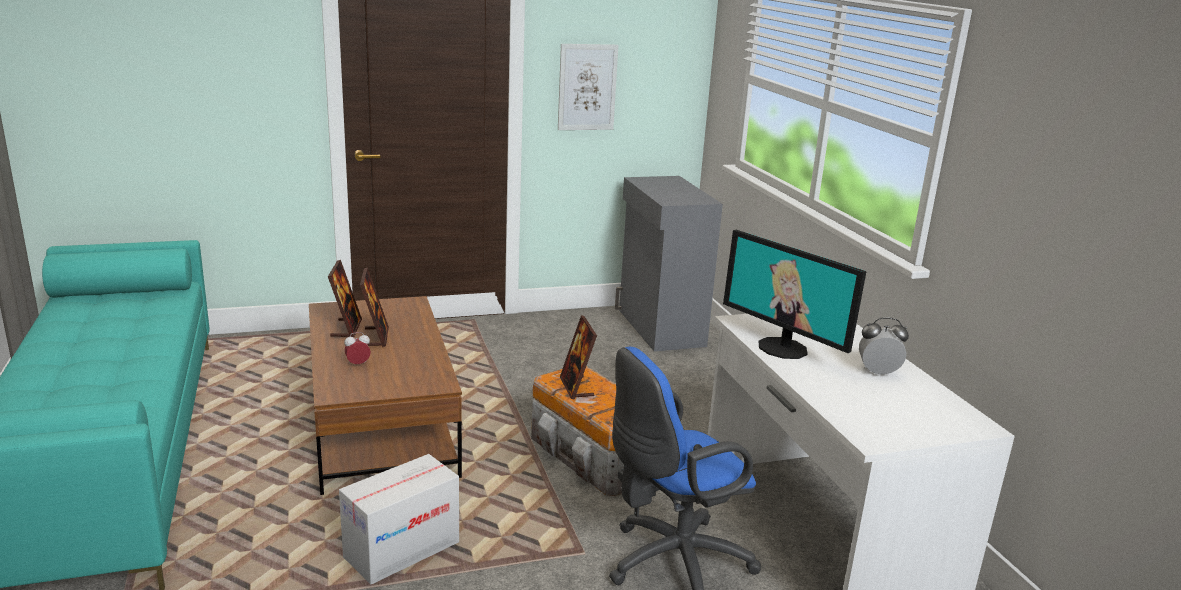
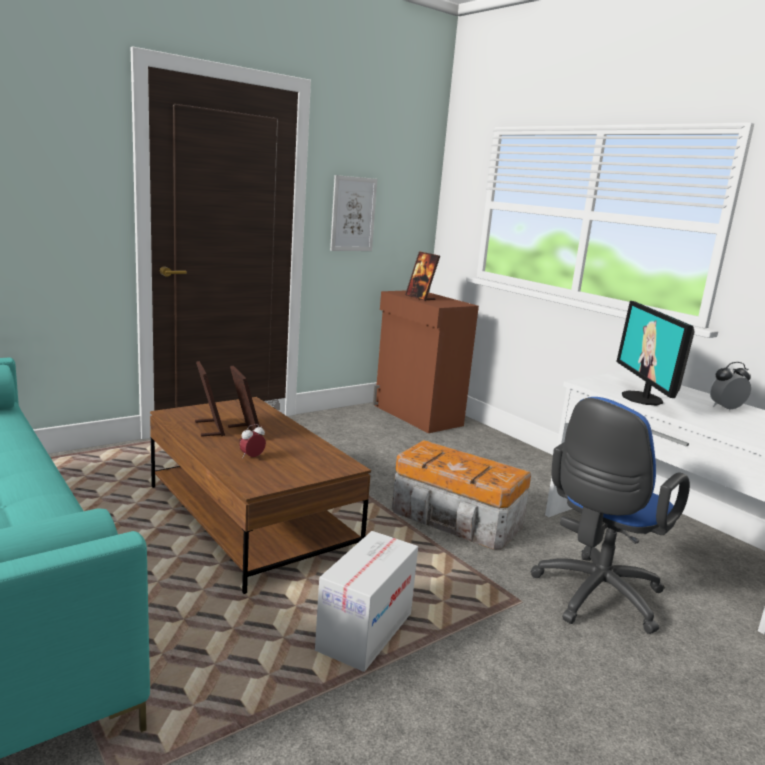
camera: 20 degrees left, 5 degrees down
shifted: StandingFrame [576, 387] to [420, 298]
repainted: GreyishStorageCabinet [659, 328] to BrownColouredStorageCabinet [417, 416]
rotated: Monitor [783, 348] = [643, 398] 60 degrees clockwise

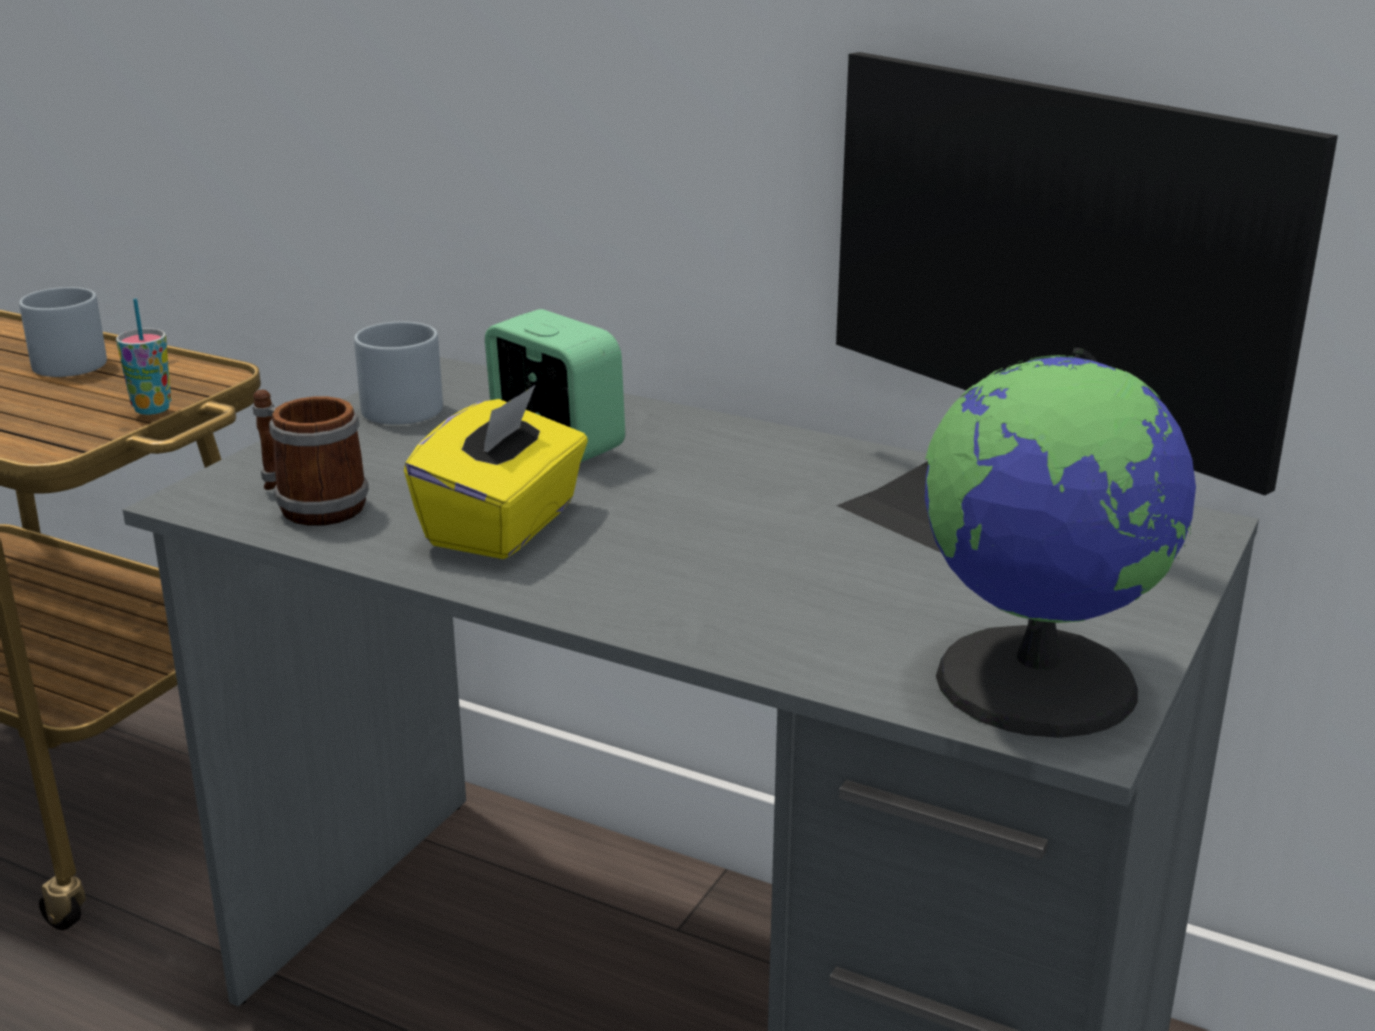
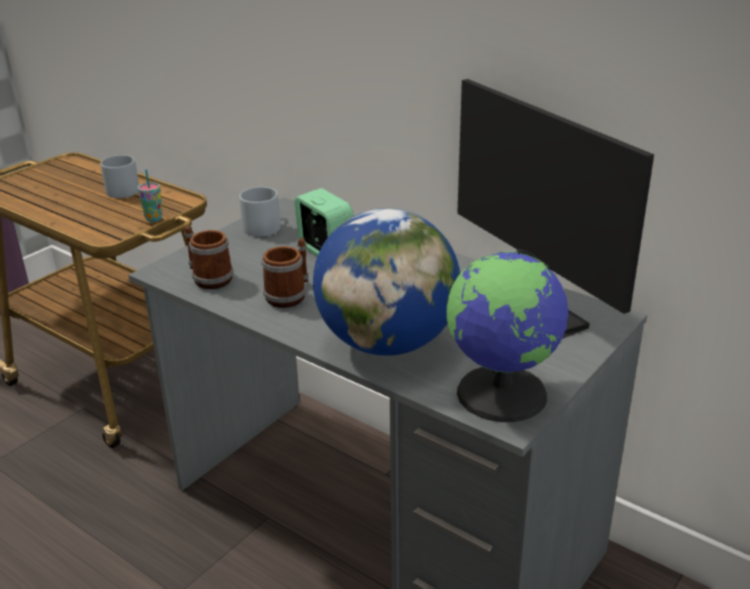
camera: 10 degrees right, 5 degrees up
new: Globe [387, 342]
swapped: YellowColouredTissueBox [504, 525] to TeaMug [290, 294]

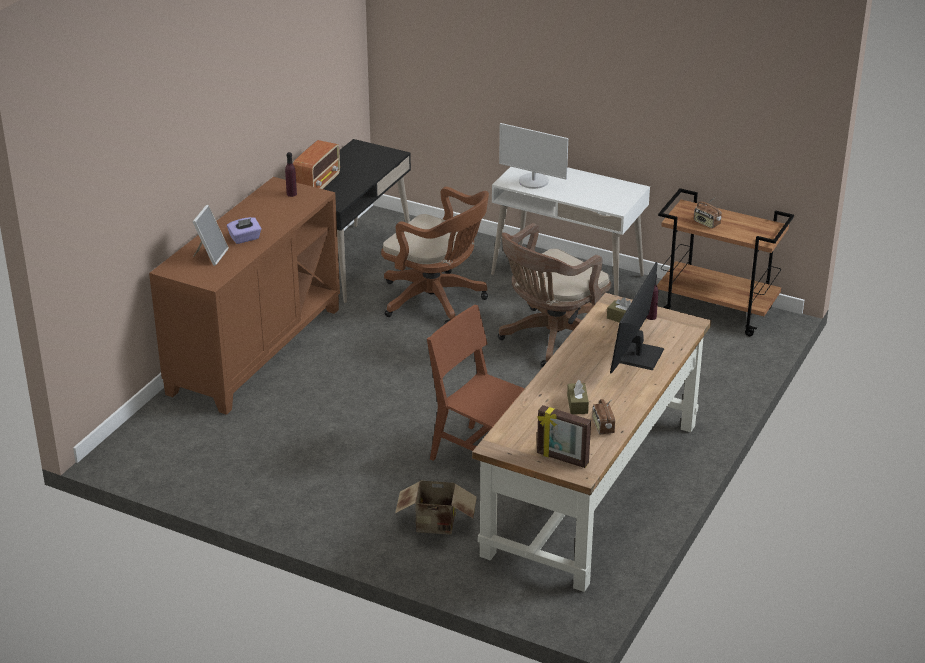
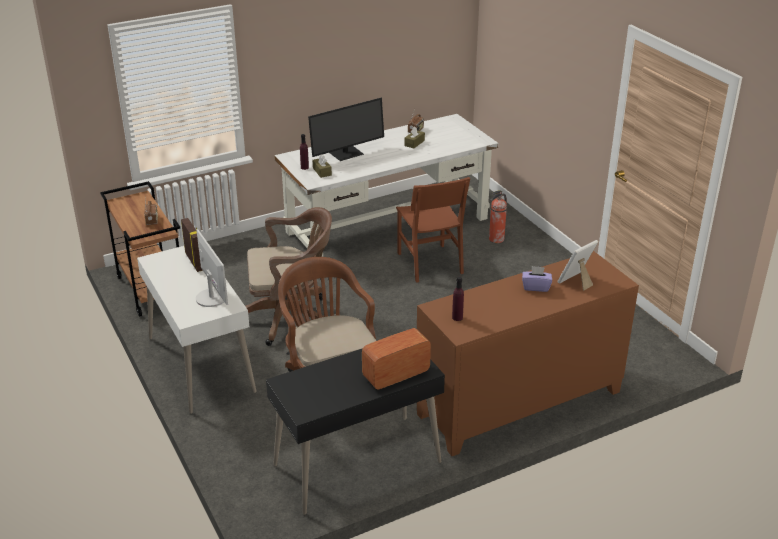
camera: 145 degrees left, 0 degrees up
shifted: StandingFrame [562, 459] to [195, 261]
swapped: Carton [436, 526] to FireFightingCylinder [496, 239]
repainted: BrownColouredDesk [593, 489] to WhiteColouredDesk [388, 225]

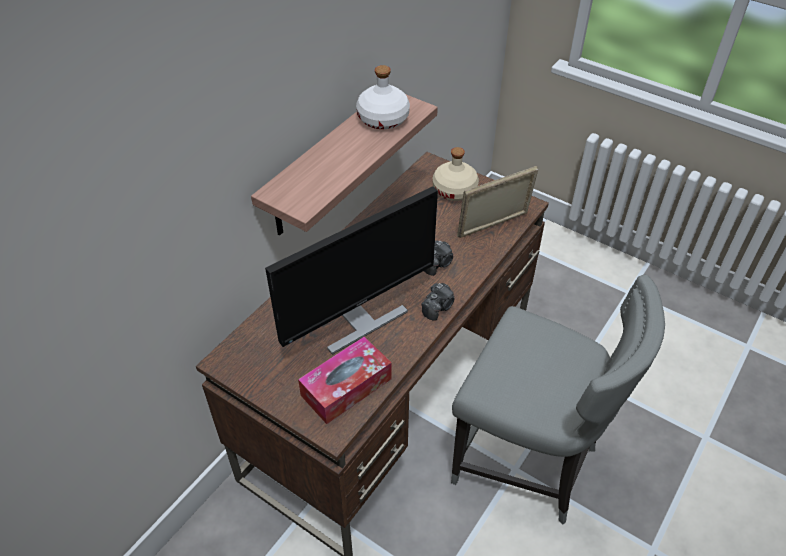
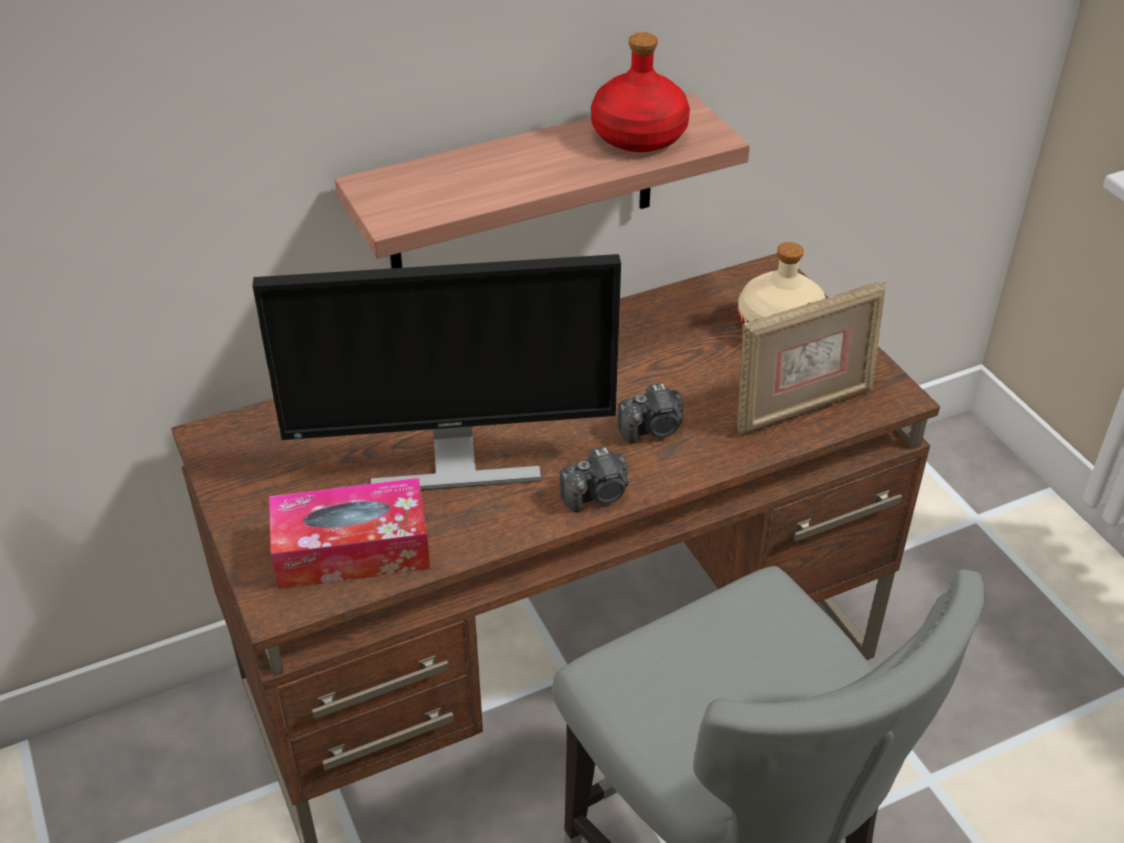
camera: 30 degrees right, 5 degrees down
repainted: WhiteColouredDrinkBottle [383, 119] to RedColouredDrinkBottle [638, 136]
rotated: StandingFrame [494, 226] = [802, 407] 150 degrees clockwise

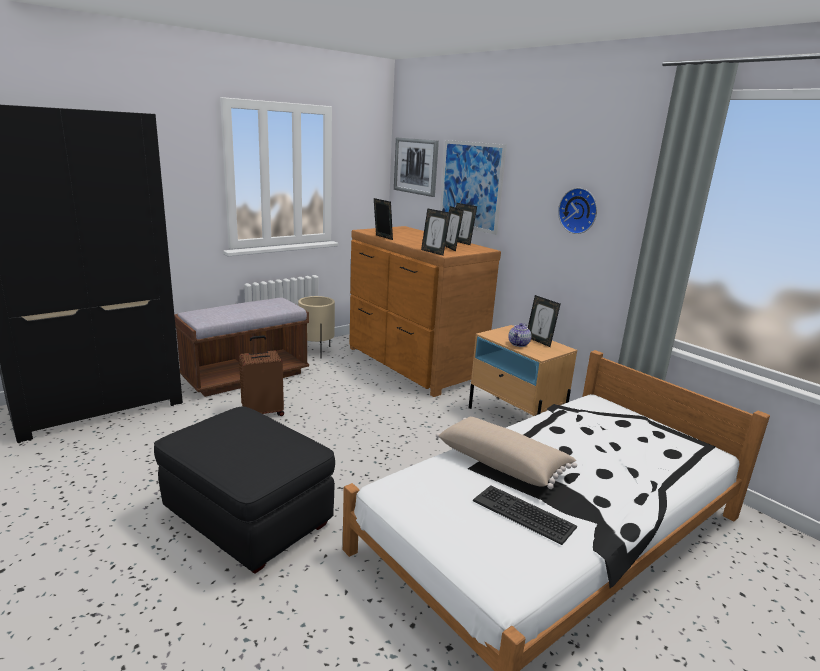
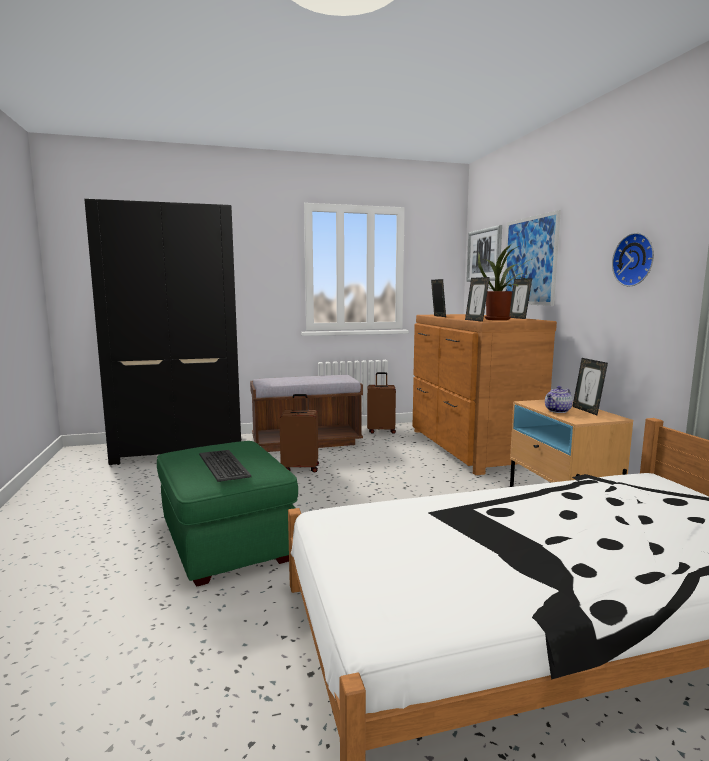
camera: 25 degrees right, 10 degrees down
gone: SandColouredThrowPillow [502, 463]
shifted: Keyboard [523, 514] to [224, 465]
swapped: SandColouredPlantPot [316, 351] to BrownColouredSuitcase [381, 431]; StandingFrame [451, 248] to PlantInAPot [500, 319]
repainted: BlackOttoman [248, 518] to GreenishOttoman [226, 542]

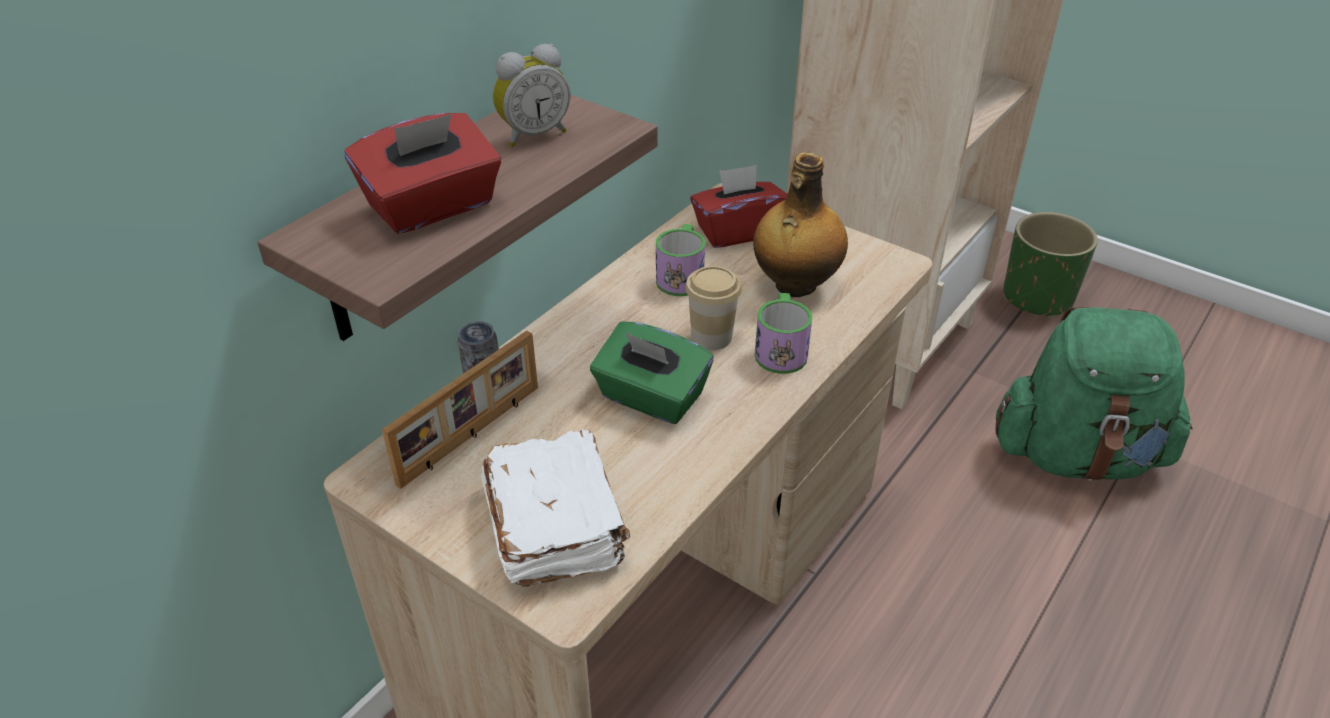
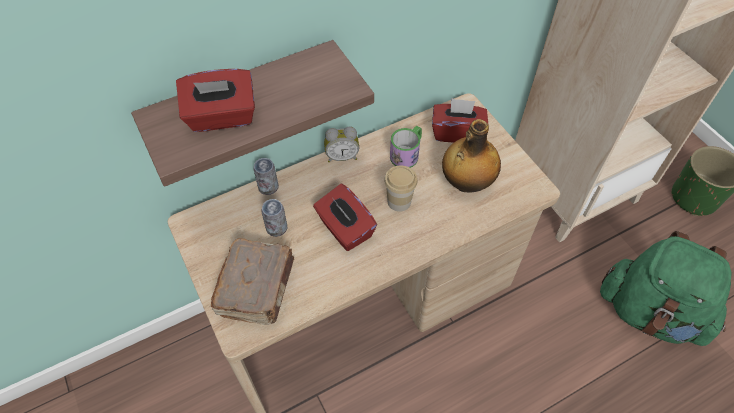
camera: 25 degrees right, 15 degrees up
gone: StandingFrame [472, 435]; TeaMug [781, 349]
new: Can [276, 228]
shifted: AlarmClock [533, 135] to [342, 156]
repainted: WhiteColouredBoundBook [556, 525] to BrownColouredBoundBook [257, 287]; GreenishTissueBox [651, 398] to RedColouredTissueBox [345, 229]

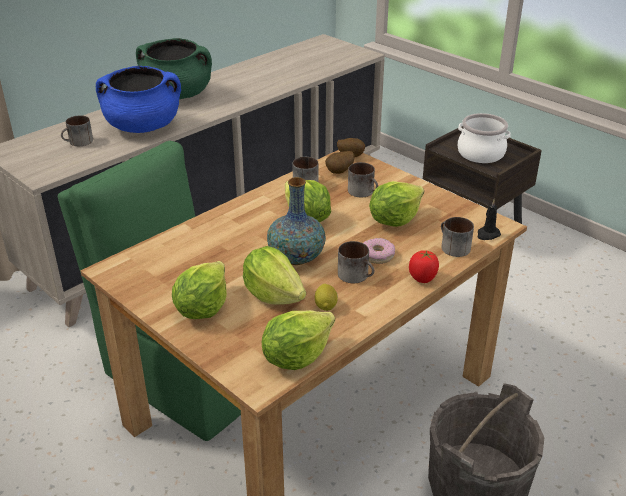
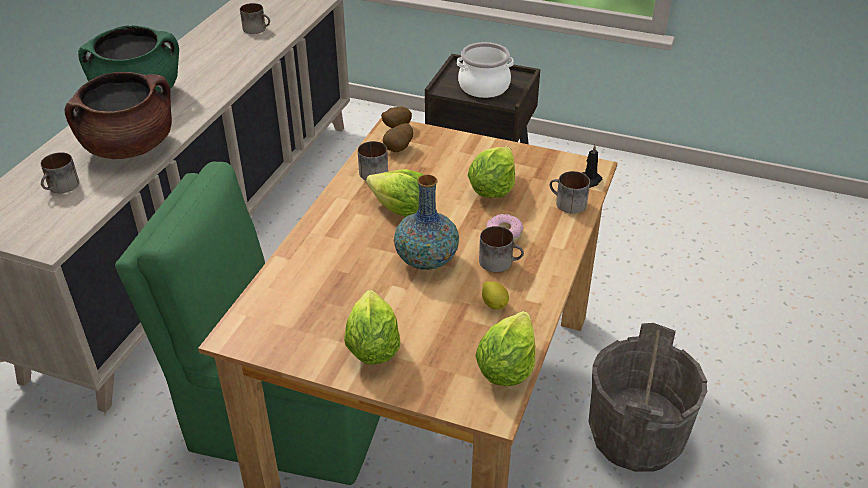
camera: 25 degrees left, 5 degrees up
gone: Lettuce [273, 295]; FreshTomato [422, 278]
shifted: TeaMug [364, 192] to [257, 29]
repainted: BlueCookingPot [143, 127] to BrownColouredCookingPot [130, 147]

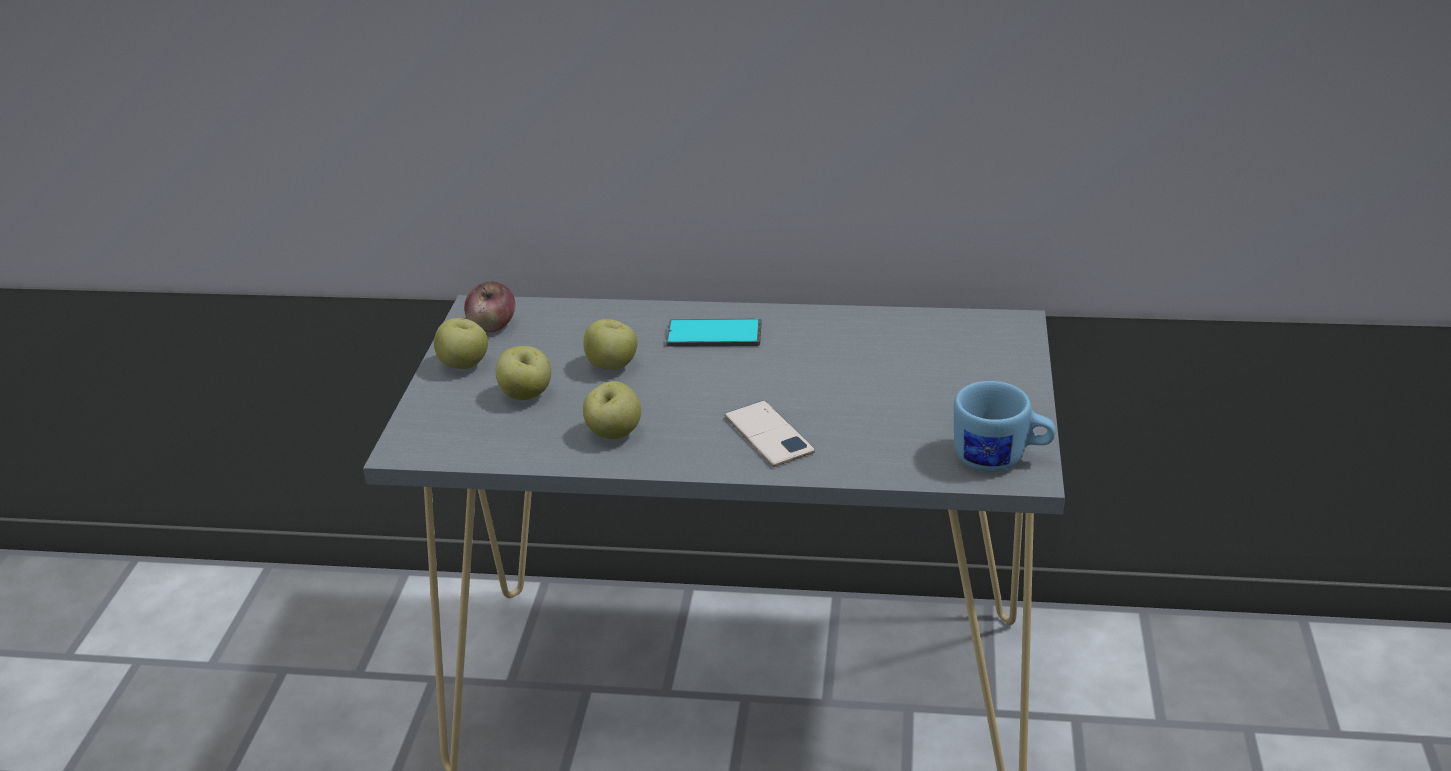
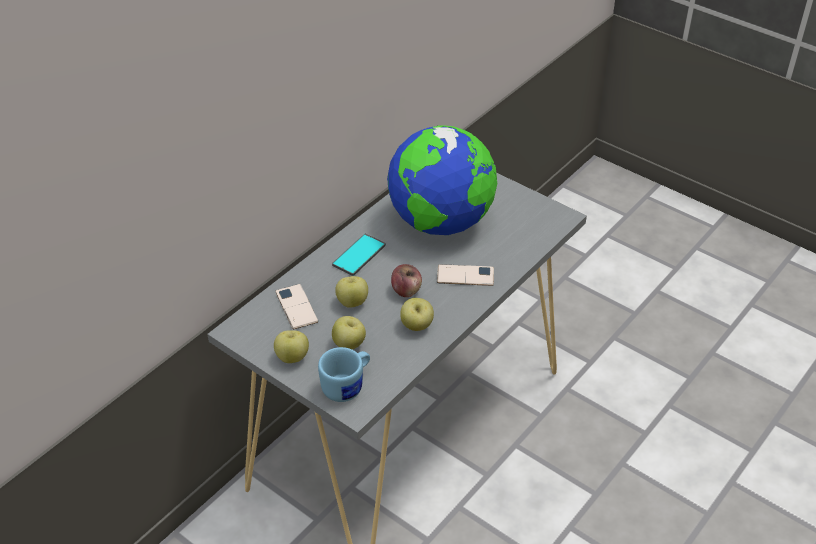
camera: 60 degrees left, 10 degrees up
new: Handset [296, 307]; Globe [441, 222]
shifted: WholeApple [492, 326] to [406, 290]; BlueTeaMug [1001, 459] to [348, 386]

